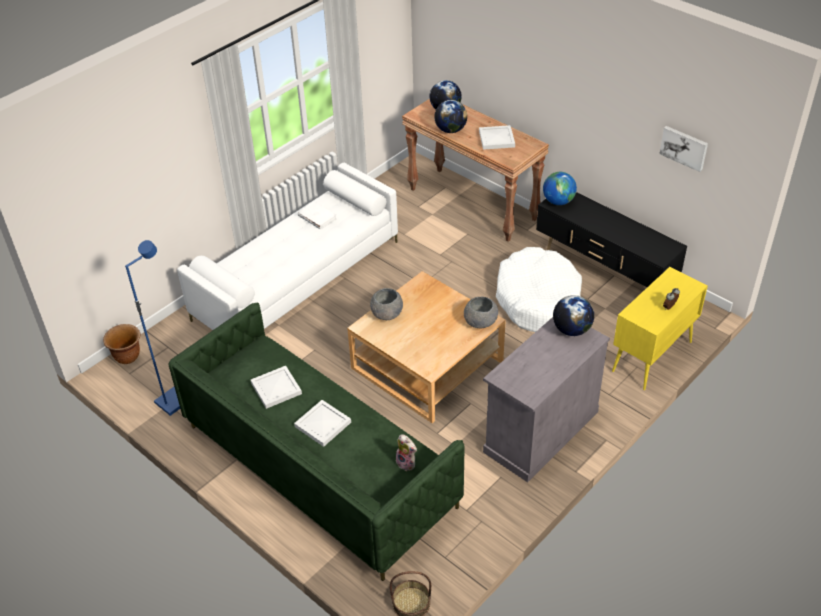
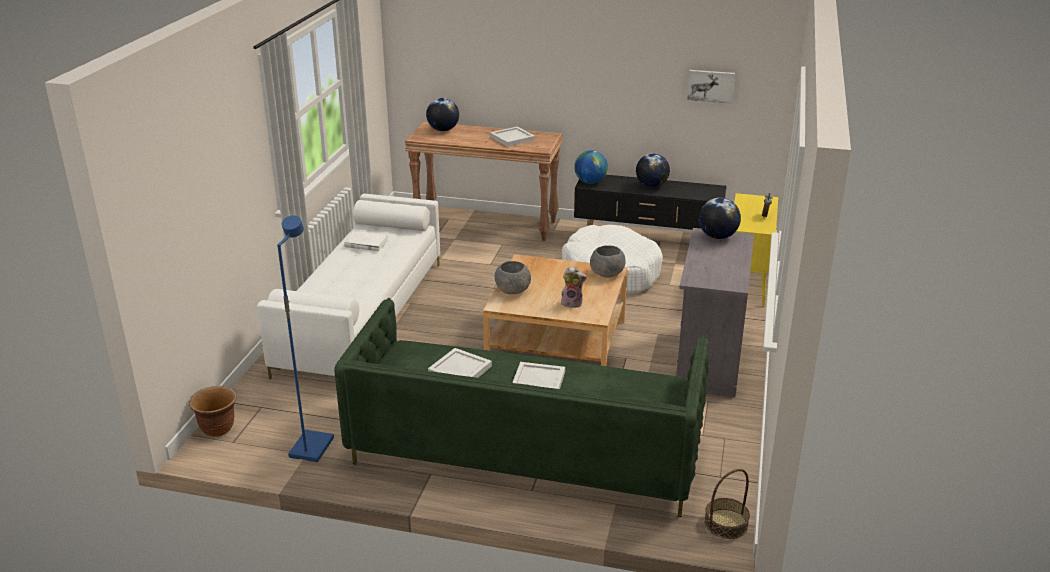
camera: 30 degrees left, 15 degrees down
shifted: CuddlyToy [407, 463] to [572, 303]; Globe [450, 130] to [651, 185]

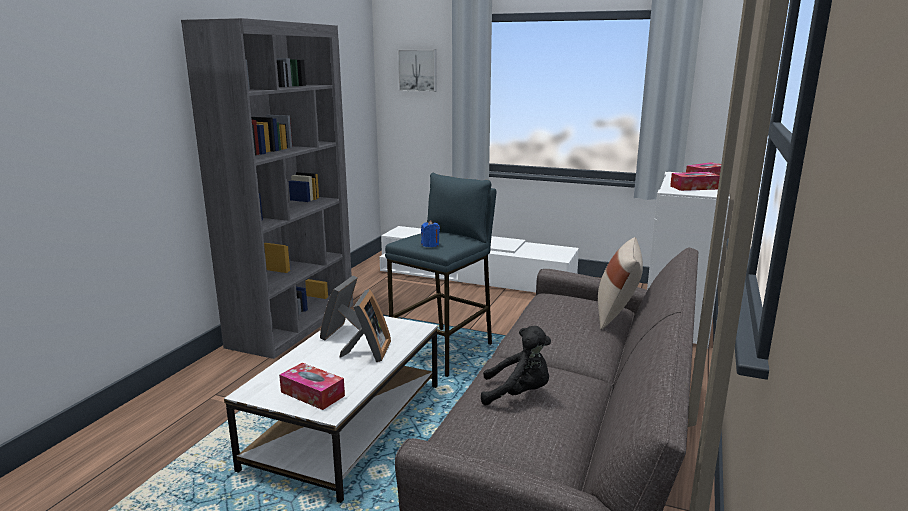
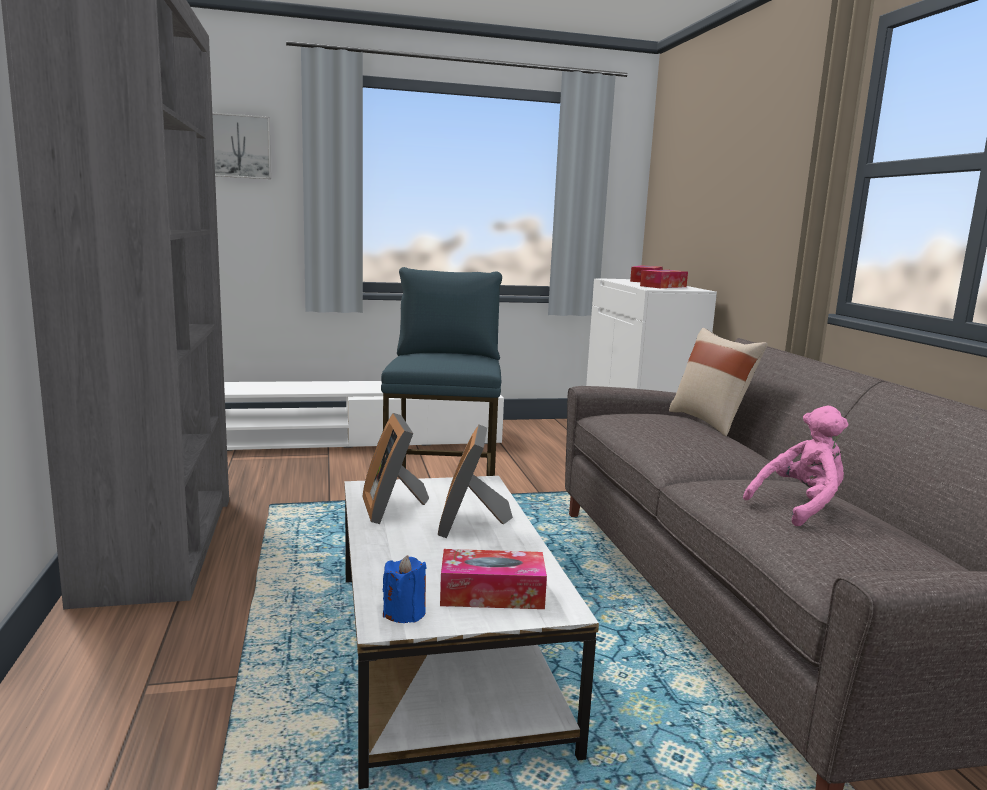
camera: 35 degrees left, 5 degrees down
shifted: BlueCandle [430, 245] to [404, 613]
repainted: BlackCuddlyToy [518, 394] to PinkCuddlyToy [800, 507]
rotated: StandingFrame [368, 352] = [470, 524] 150 degrees counterclockwise

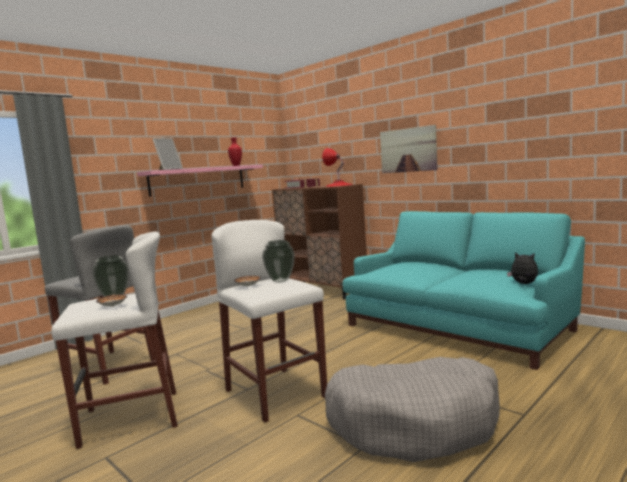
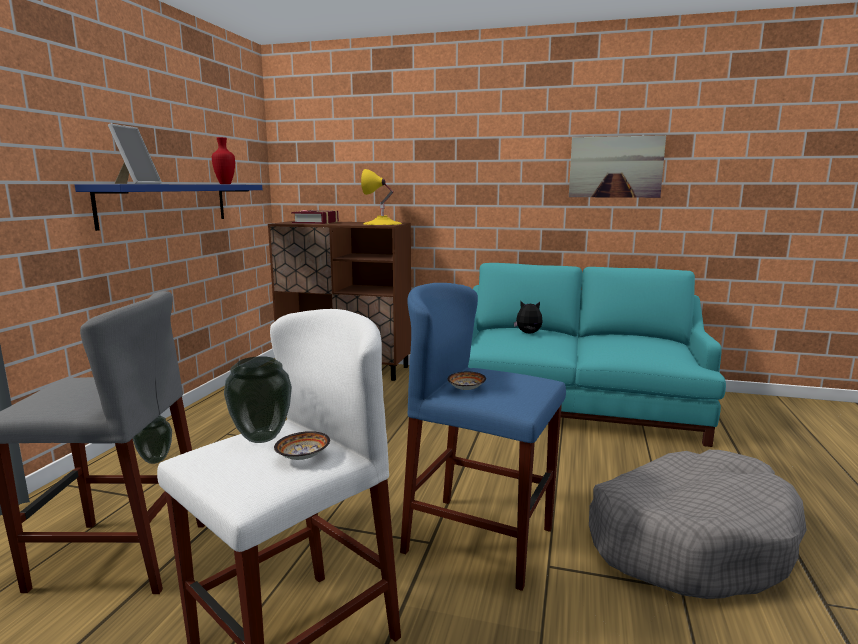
camera: 30 degrees left, 5 degrees up
shifted: DecorativeVase [281, 281] to [156, 460]; WallPicture [408, 150] to [615, 167]; CuddlyToy [523, 284] to [528, 333]
repainted: PinkShelf [198, 180] to BlueShelf [166, 204]; WhiteColouredStool [275, 393] to BlueStool [479, 540]; RedColouredTabletopLamp [338, 185] to YellowColouredTabletopLamp [382, 223]

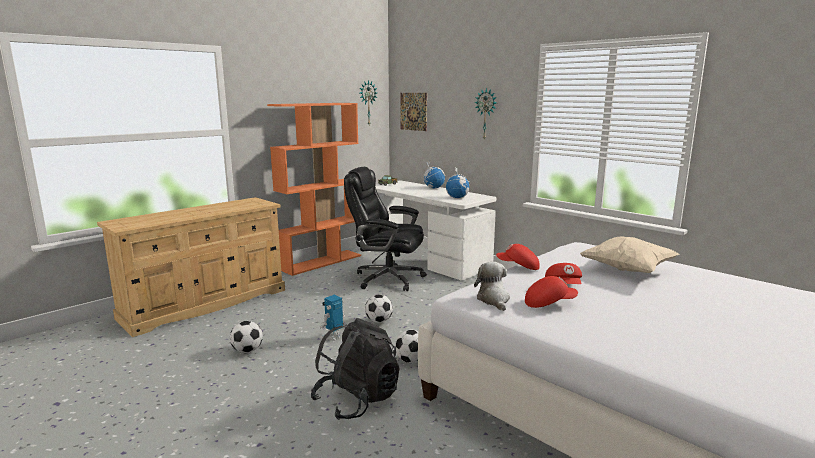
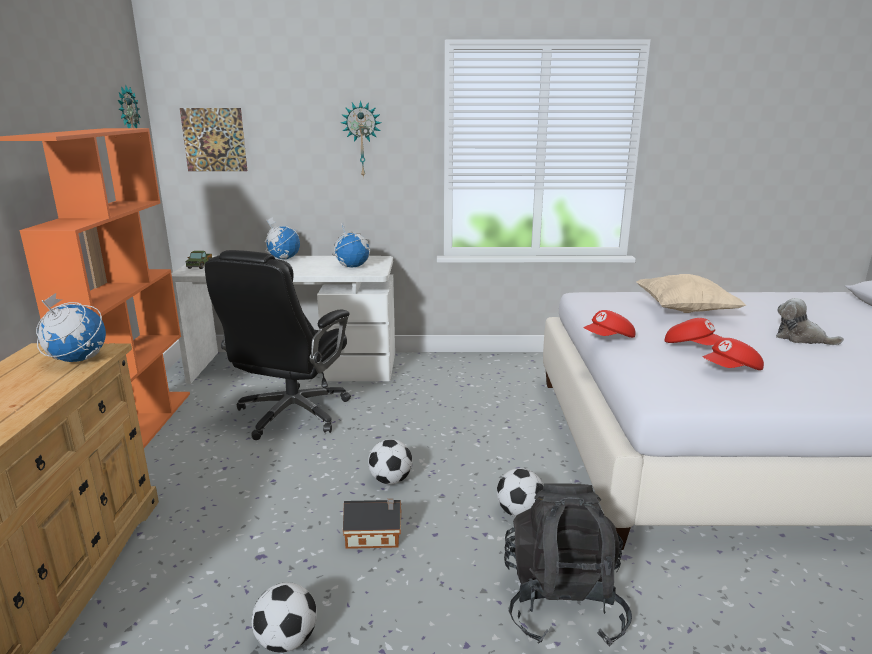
camera: 45 degrees left, 5 degrees up
new: Globe [77, 360]
shifted: CuddlyToy [494, 300] to [801, 338]
swapped: ModelRobot [333, 337] to ToyHouse [375, 536]
rotated: BlackOfficeChair [387, 278] = [291, 414] 45 degrees counterclockwise; RedColouredBaseballCap [549, 303] = [731, 370] 150 degrees counterclockwise

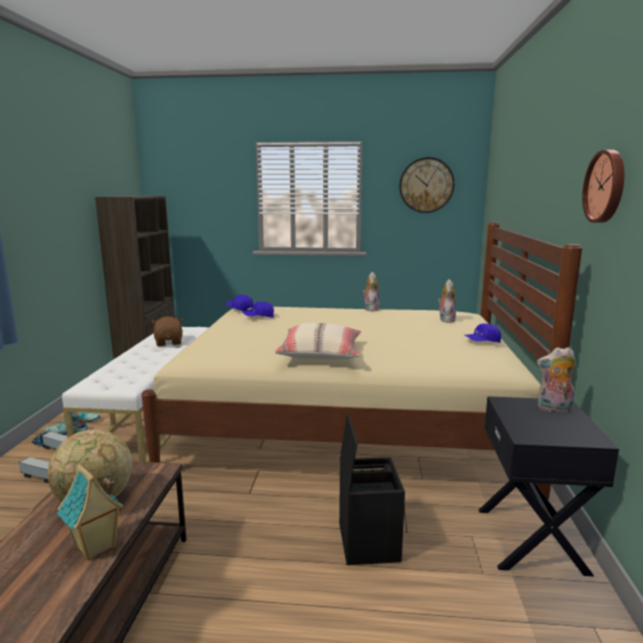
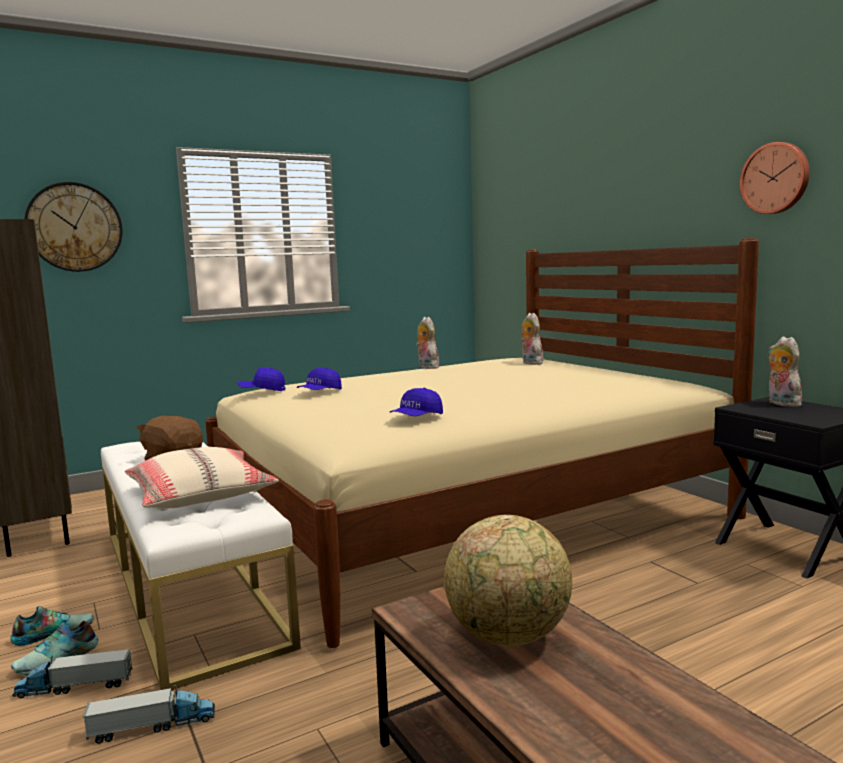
camera: 35 degrees left, 5 degrees down
gone: ToyHouse [96, 547]; BlackStorageBin [367, 541]
shifted: SandColouredThrowPillow [321, 353] to [200, 495]; HangingClock [426, 185] to [74, 227]; BlueBaseballCap [482, 342] to [417, 418]
rotated: CuddlyToy [553, 409] = [781, 403] 105 degrees clockwise

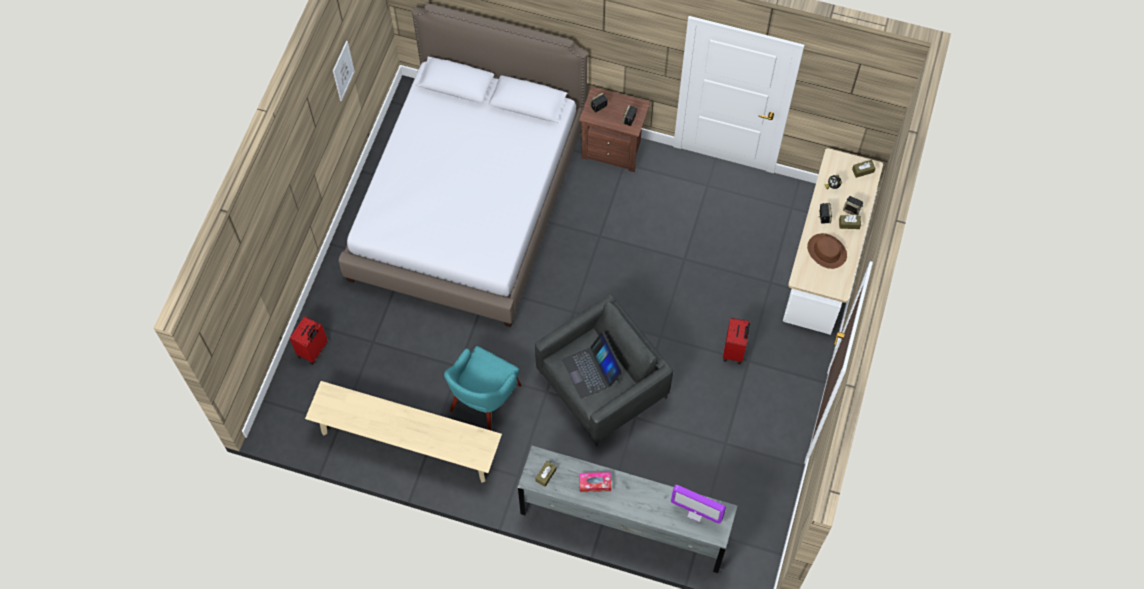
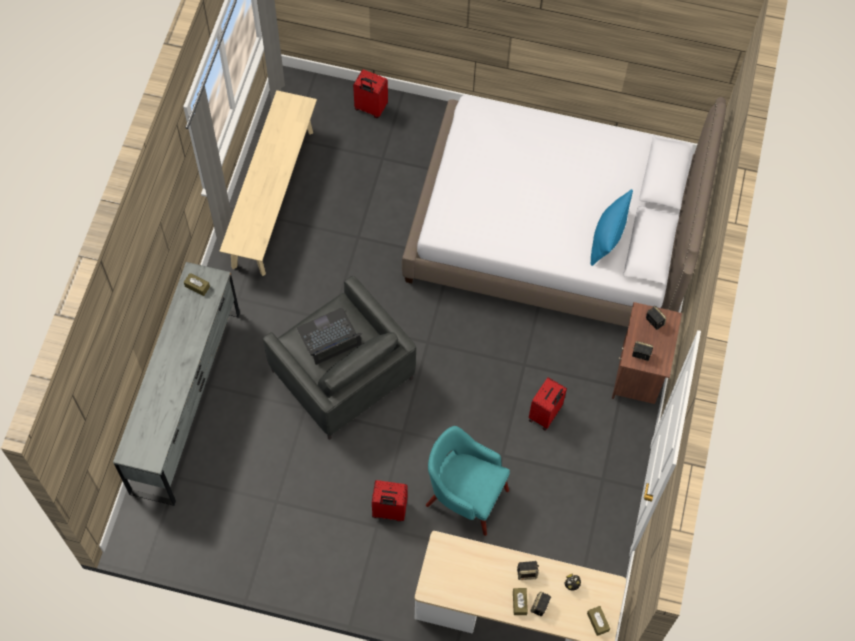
camera: 85 degrees right, 0 degrees up
gone: WallPicture [343, 71]; TissueBox [595, 483]; Monitor [696, 512]; BrownColouredWearableHat [827, 251]
new: RedColouredSuitcase [545, 415]; BlueThrowPillow [608, 236]
shifted: TurquoiseLoungeChair [484, 399] to [464, 496]

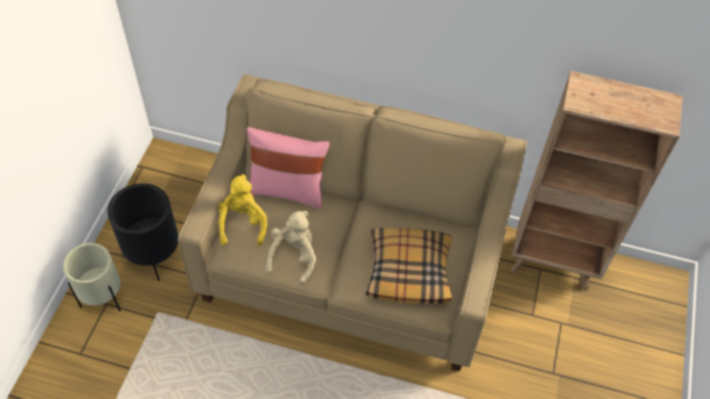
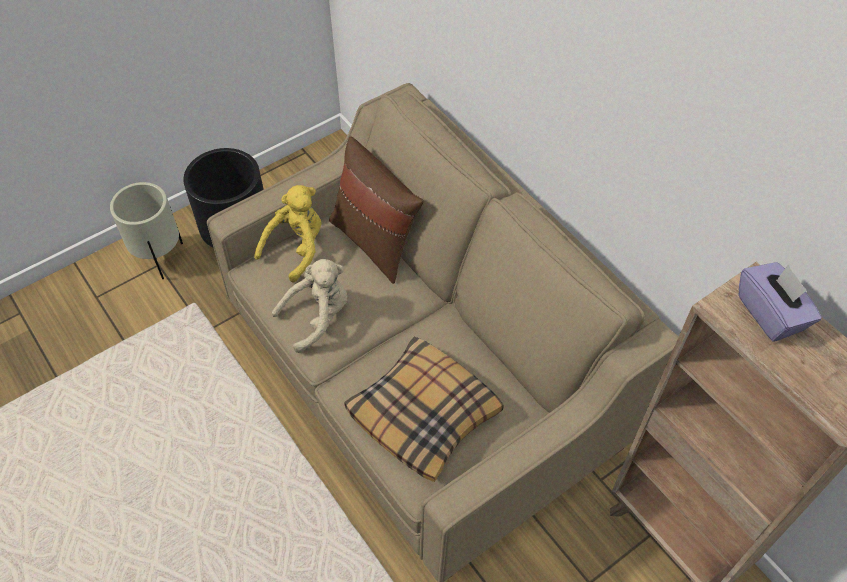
camera: 40 degrees right, 0 degrees up
new: PurpleTissueBox [770, 313]
repainted: PinkThrowPillow [287, 190] to BrownColouredThrowPillow [376, 242]

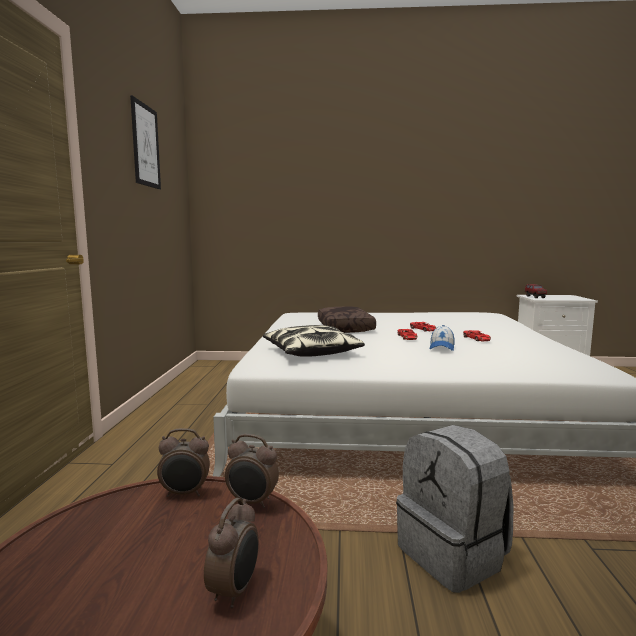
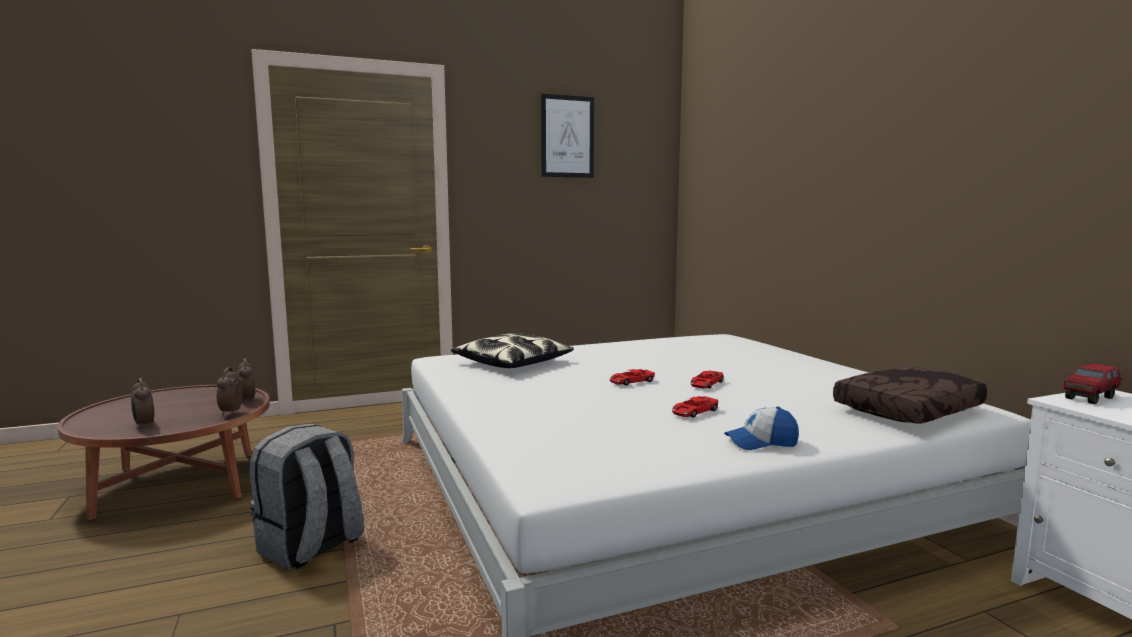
camera: 65 degrees right, 0 degrees up
shifted: BrownColouredThrowPillow [346, 328] to [909, 410]; BaseballCap [442, 347] to [761, 442]
rotated: AlarmClock [235, 590] = [144, 425] 60 degrees clockwise

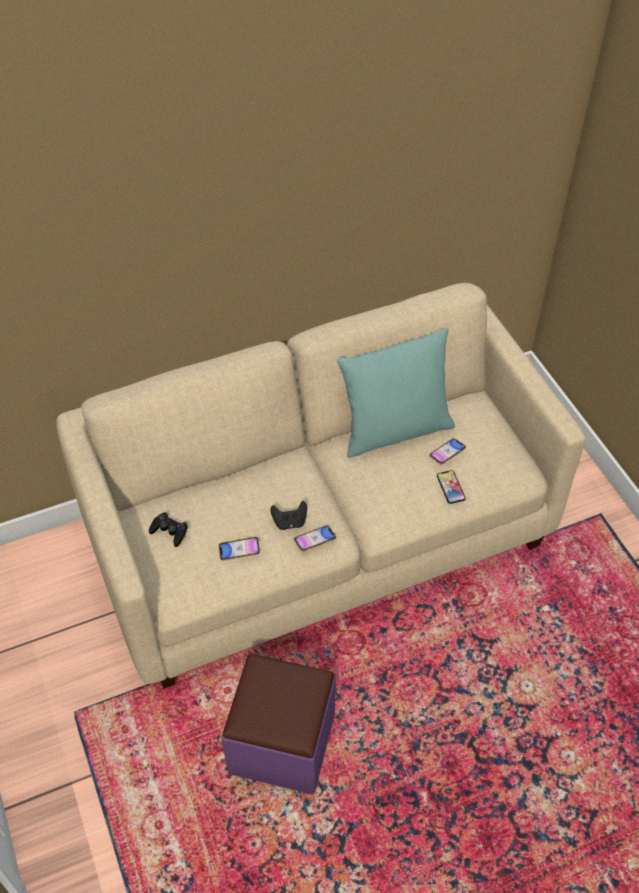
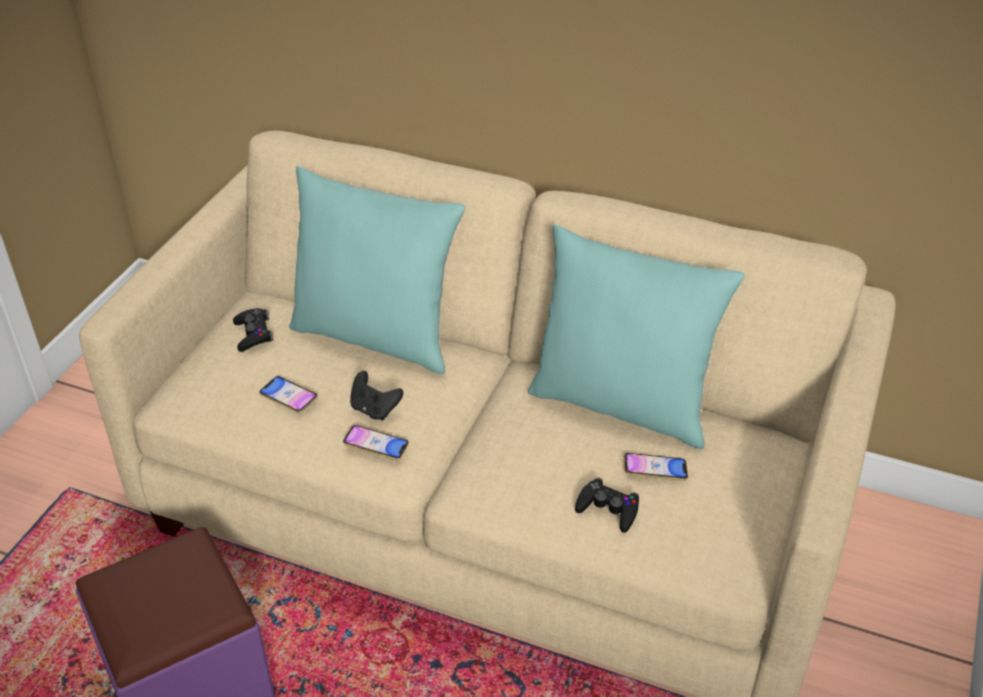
camera: 45 degrees right, 10 degrees down
new: TurquoiseThrowPillow [376, 336]
swapped: Handset [450, 487] to BlackGameController [608, 509]

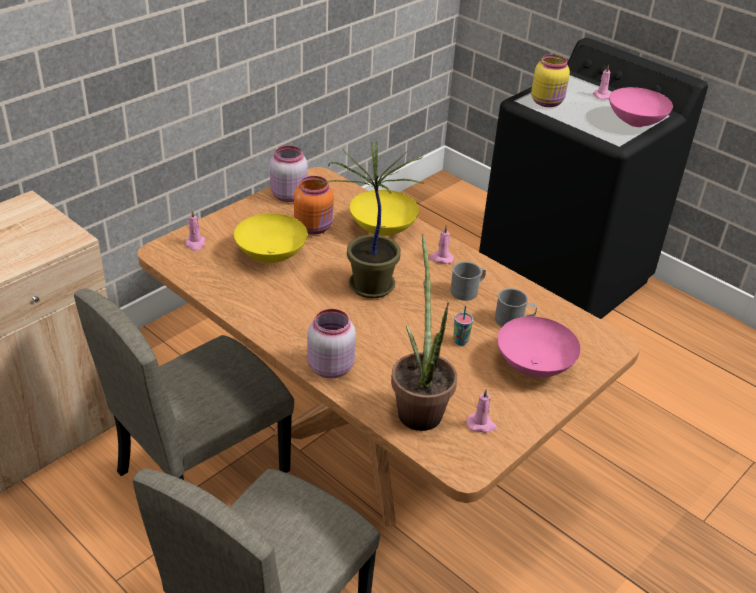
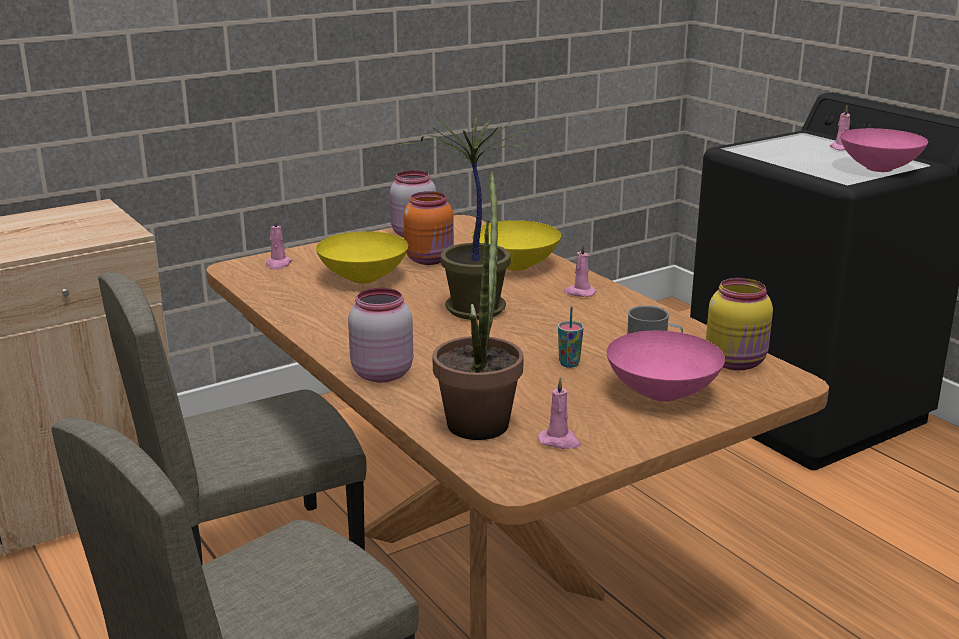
camera: 15 degrees right, 15 degrees down
gone: GreyishTeaMug [467, 290]
shifted: YellowColouredPreserveJar [547, 102] to [737, 362]

